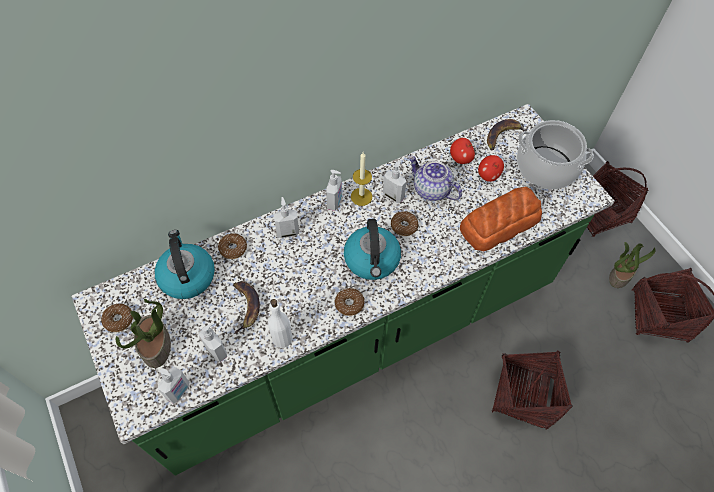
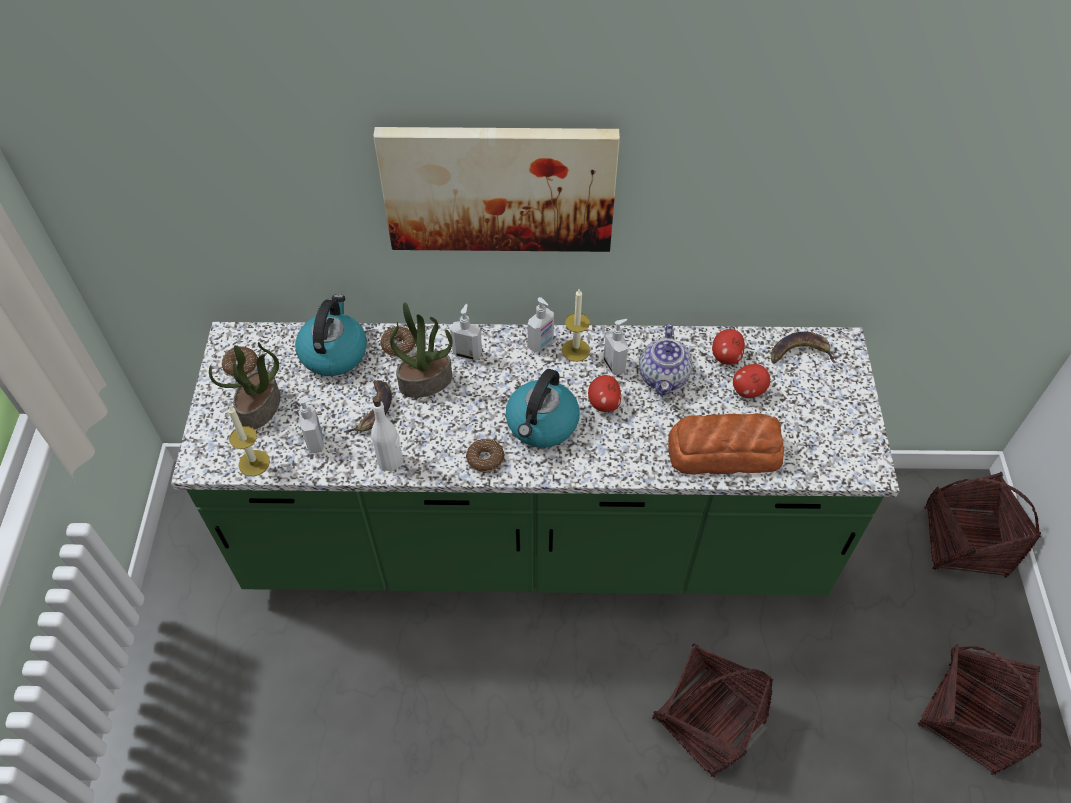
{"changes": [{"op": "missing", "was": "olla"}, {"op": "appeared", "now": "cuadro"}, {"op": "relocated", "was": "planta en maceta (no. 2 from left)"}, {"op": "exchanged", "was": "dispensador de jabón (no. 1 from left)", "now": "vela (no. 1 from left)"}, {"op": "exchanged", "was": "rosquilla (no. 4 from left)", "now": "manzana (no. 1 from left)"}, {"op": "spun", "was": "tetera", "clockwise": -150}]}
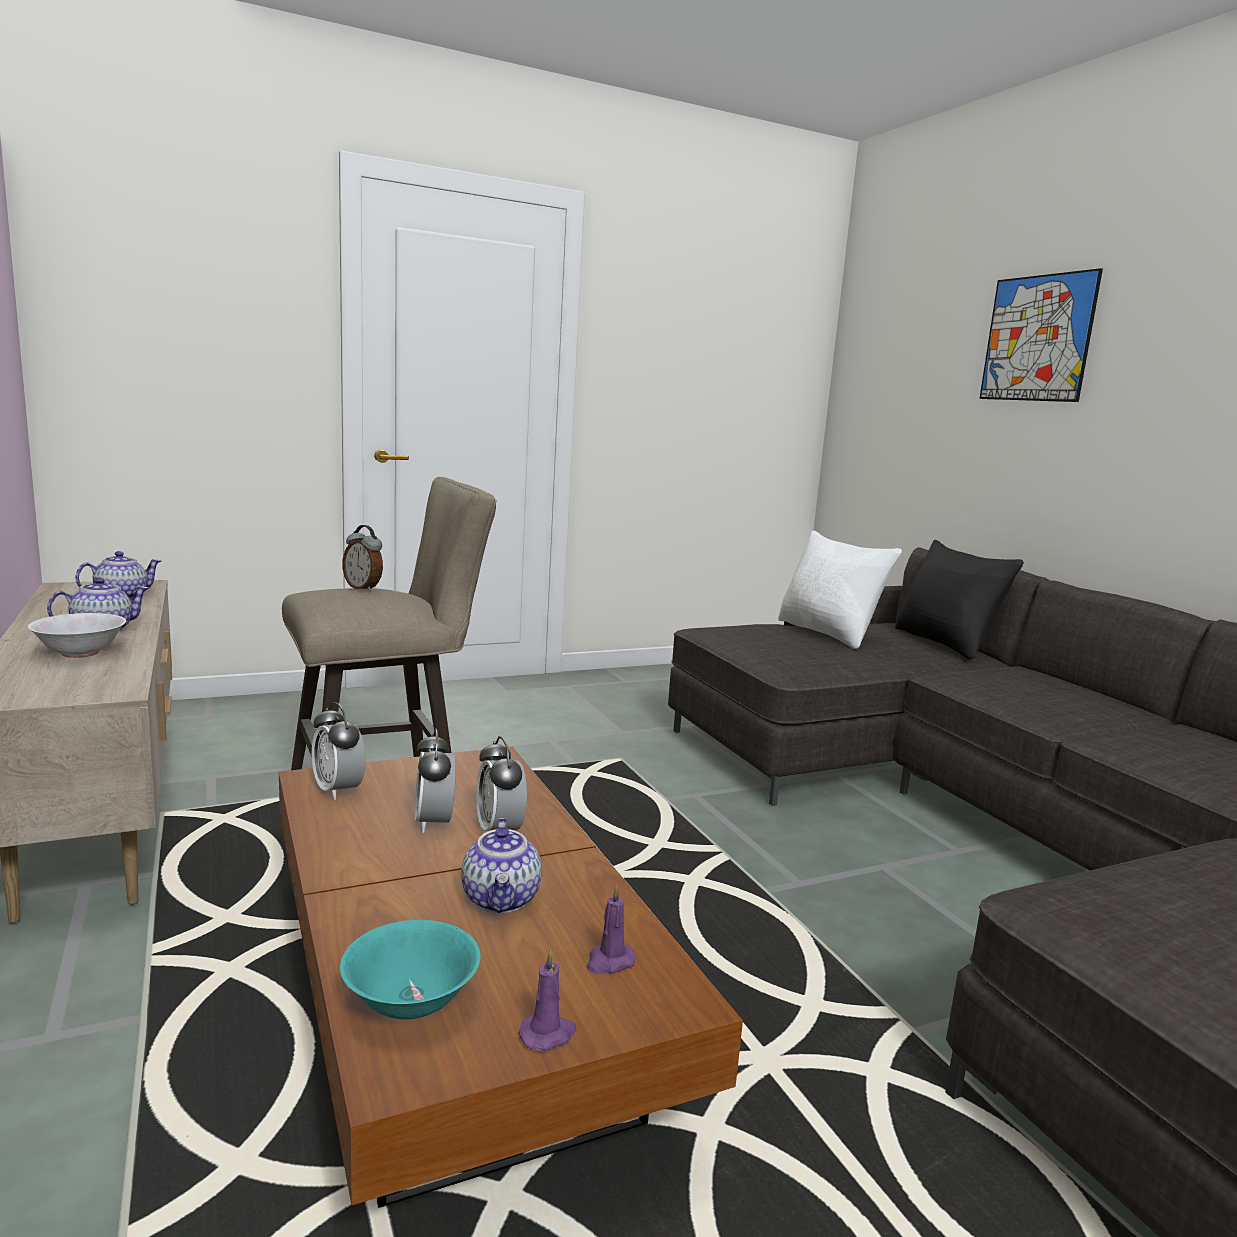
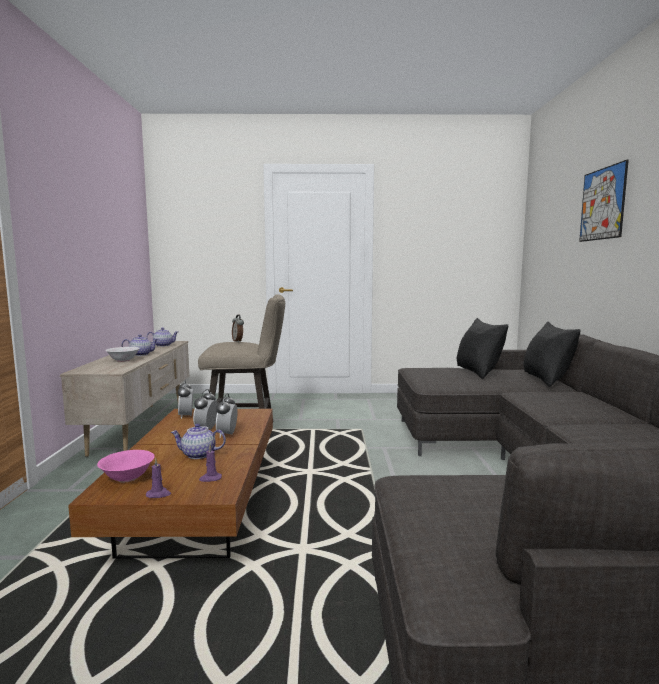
{"changes": [{"op": "colour", "was": "cuenco [turquesa]", "now": "cuenco [rosa]"}, {"op": "colour", "was": "cojín [blanco]", "now": "cojín [negro] (no. 1 from left)"}, {"op": "spun", "was": "tetera (no. 3 from left)", "clockwise": 75}]}
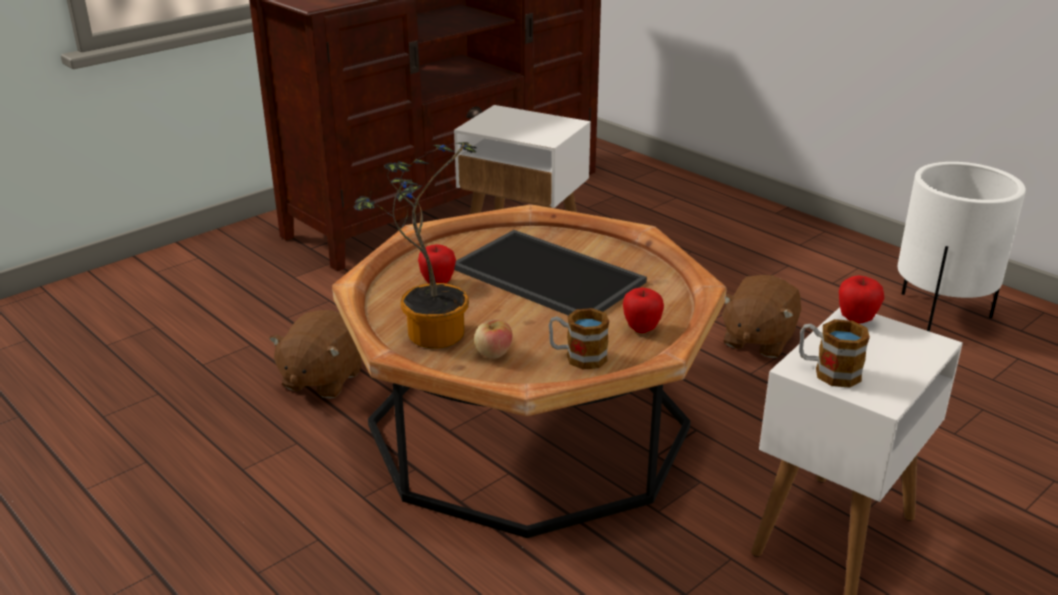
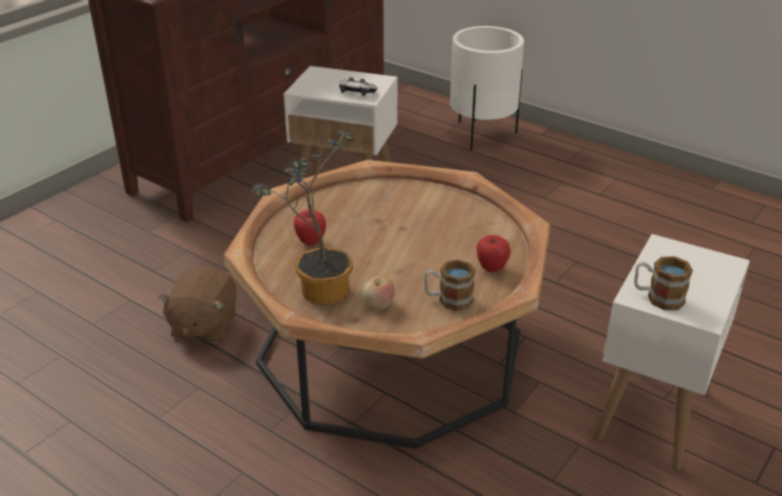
{"changes": [{"op": "missing", "was": "bandeja"}, {"op": "missing", "was": "peluche [marrón] (no. 2 from left)"}, {"op": "missing", "was": "manzana (no. 4 from left)"}, {"op": "appeared", "now": "mando de consola"}, {"op": "relocated", "was": "maceta [blanco]"}]}
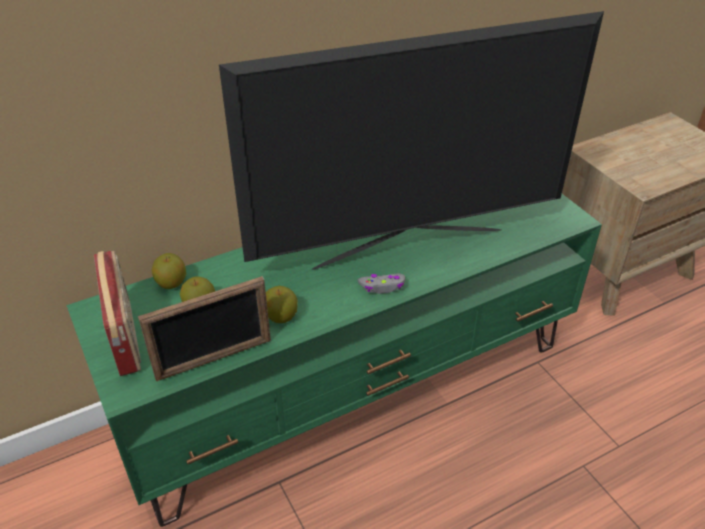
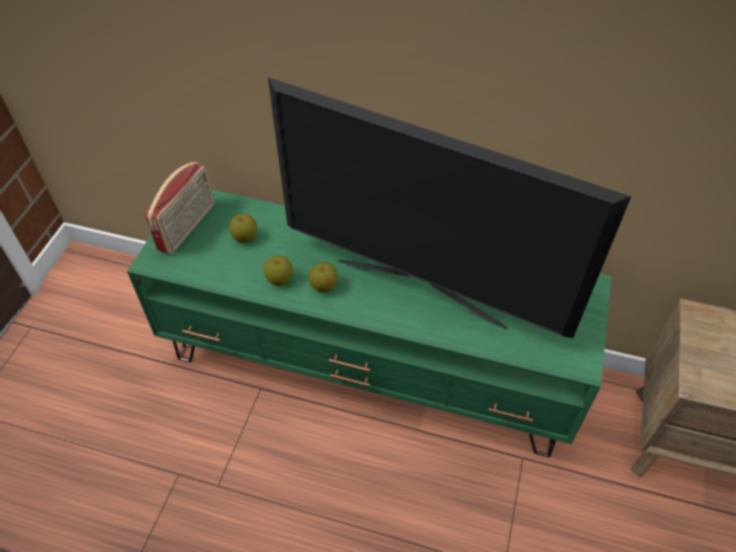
{"changes": [{"op": "missing", "was": "portarretratos"}, {"op": "missing", "was": "mando de consola [gris]"}, {"op": "relocated", "was": "manzana (no. 1 from left in the first image)", "now": "manzana (no. 3 from left)"}]}
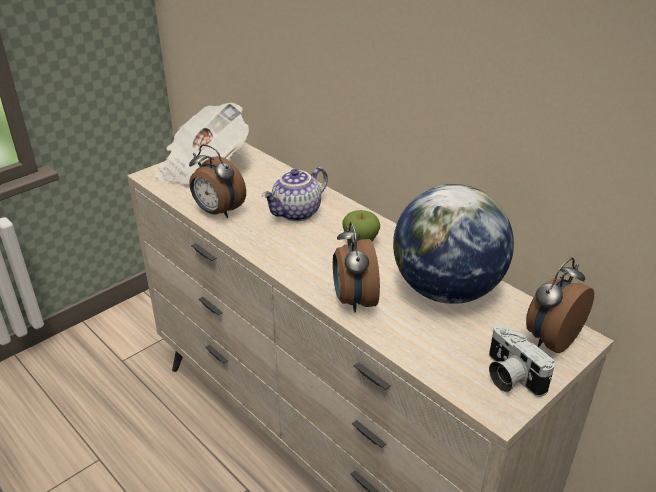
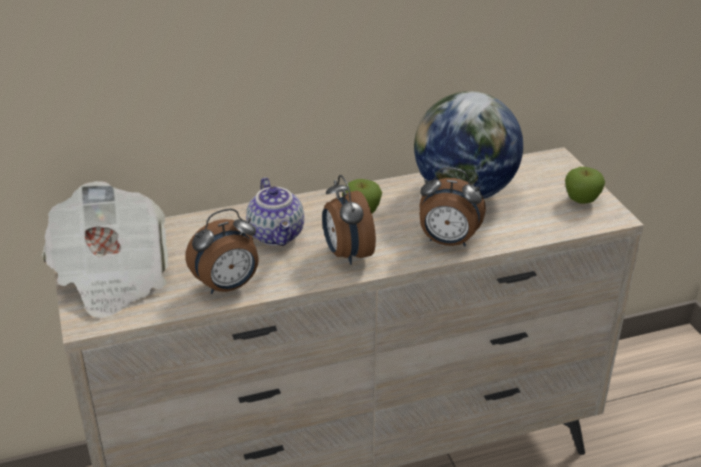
{"changes": [{"op": "relocated", "was": "despertador (no. 3 from left in the first image)", "now": "despertador (no. 2 from left)"}, {"op": "exchanged", "was": "cámara", "now": "manzana (no. 2 from left)"}]}
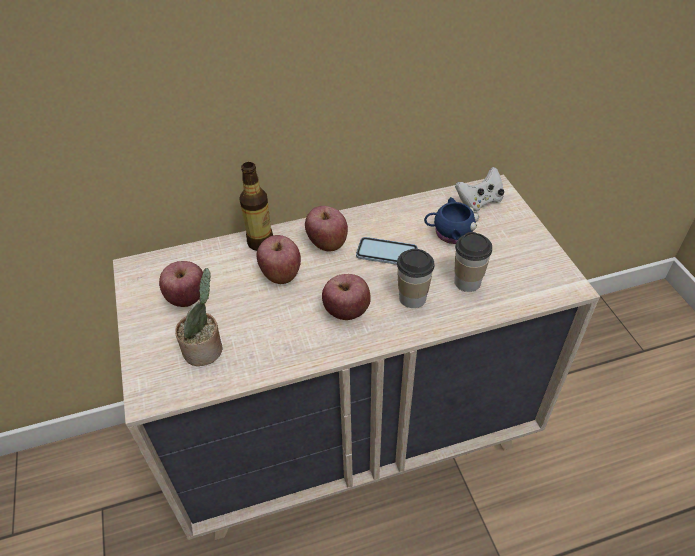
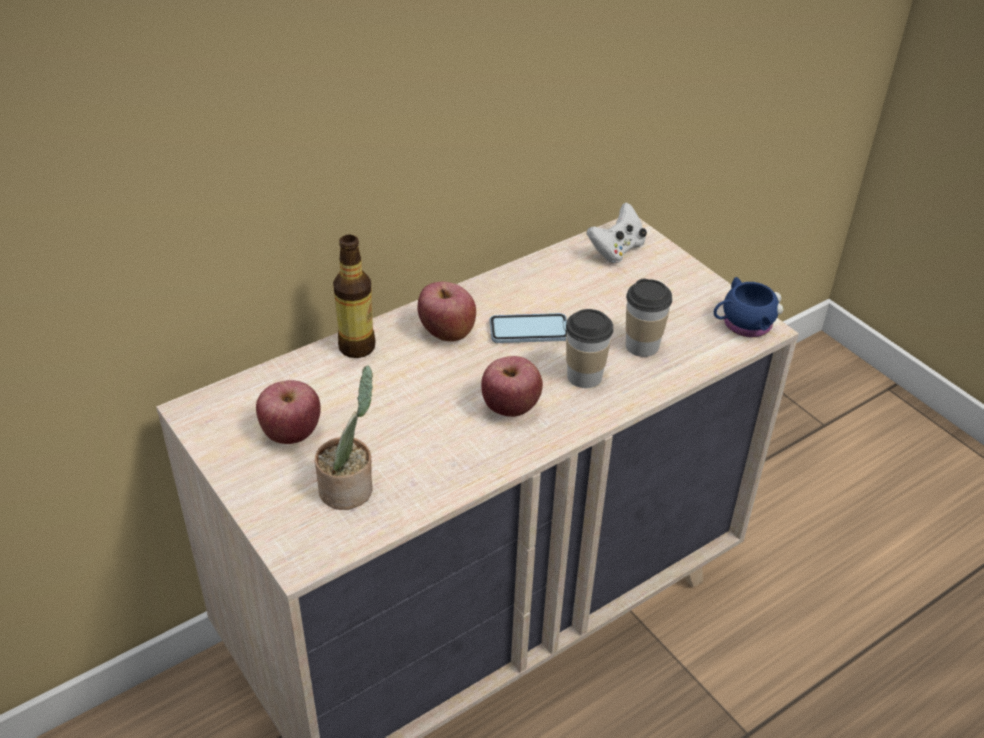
{"changes": [{"op": "missing", "was": "manzana (no. 2 from left)"}, {"op": "relocated", "was": "taza grande [azul]"}]}
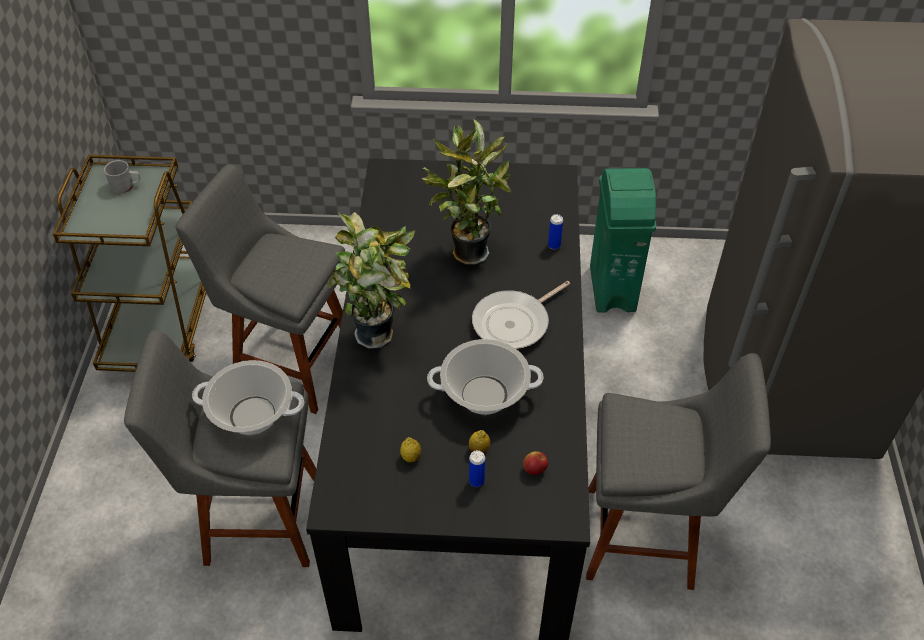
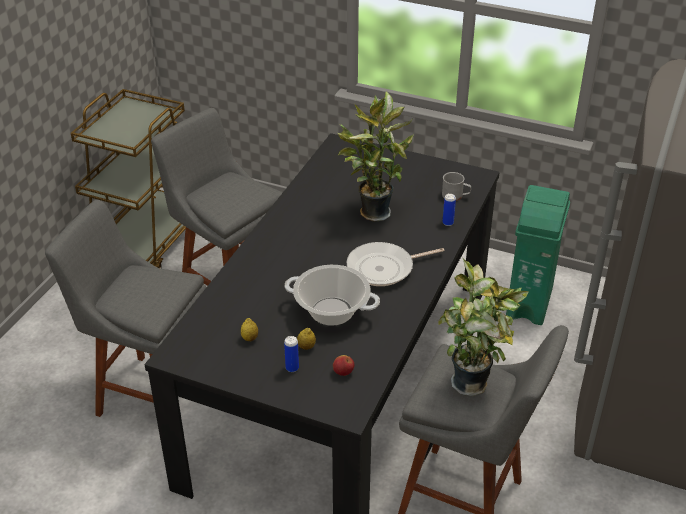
{"changes": [{"op": "missing", "was": "olla (no. 1 from left)"}, {"op": "relocated", "was": "taza grande [gris]"}, {"op": "relocated", "was": "planta en maceta (no. 1 from left in the first image)", "now": "planta en maceta (no. 2 from left)"}]}
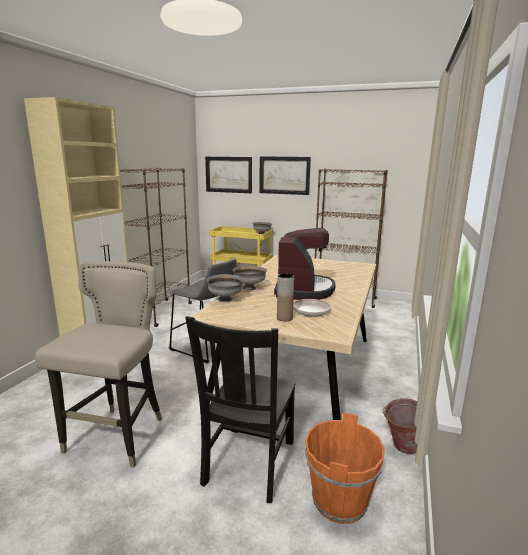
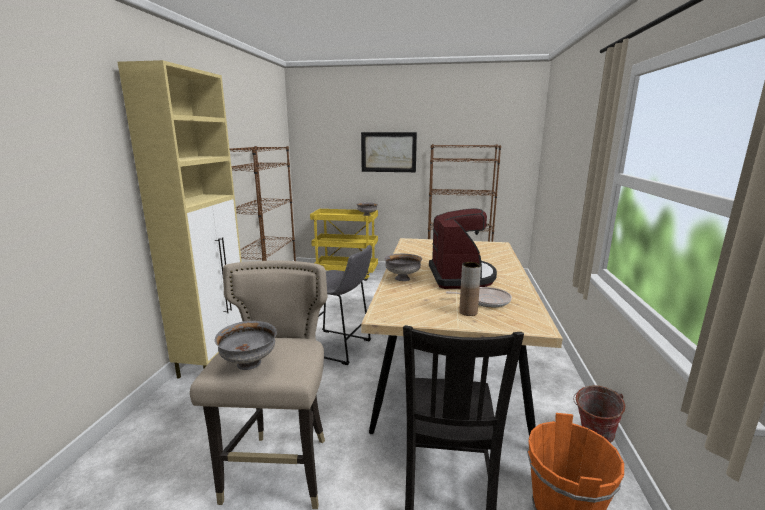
{"changes": [{"op": "missing", "was": "cuadro (no. 1 from left)"}, {"op": "relocated", "was": "cuenco [gris] (no. 1 from left)"}]}
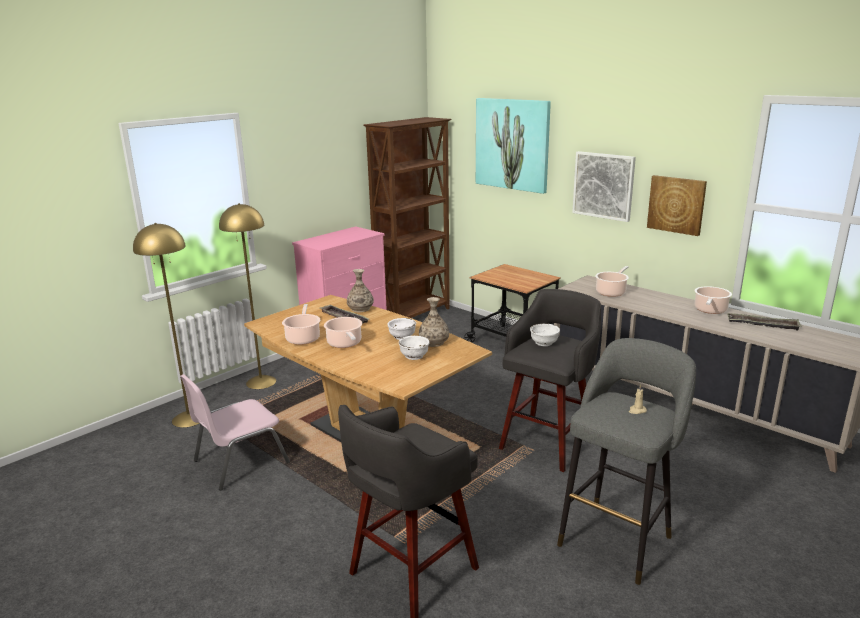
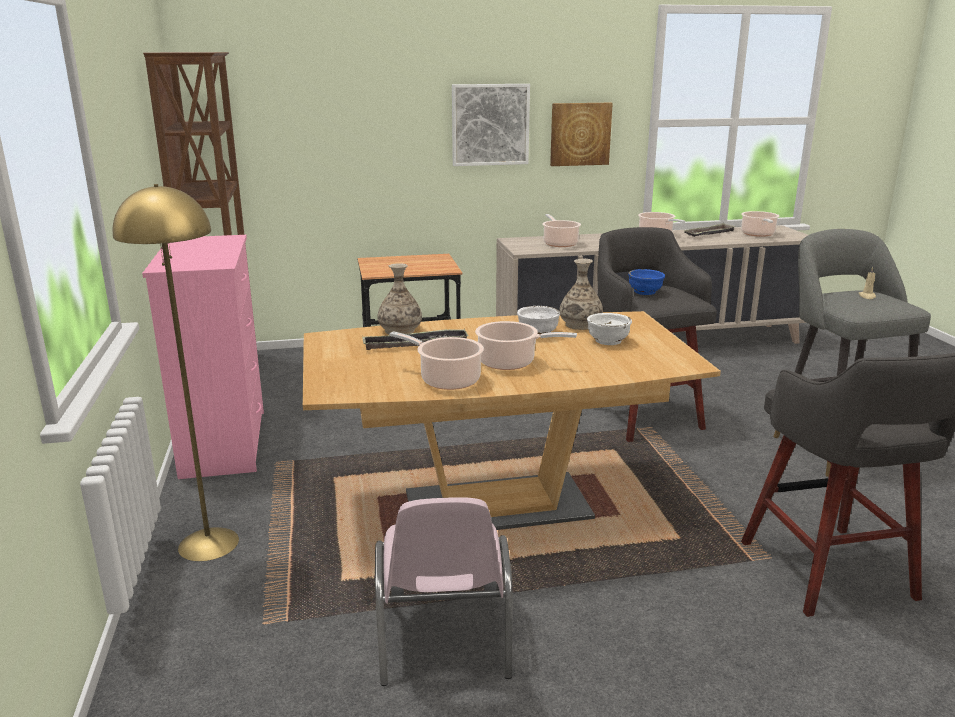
{"changes": [{"op": "missing", "was": "lámpara de pie [amarillo] (no. 1 from left)"}, {"op": "missing", "was": "cuadro (no. 1 from left)"}, {"op": "appeared", "now": "olla (no. 5 from left)"}, {"op": "colour", "was": "cuenco [blanco] (no. 3 from left)", "now": "cuenco [azul]"}]}
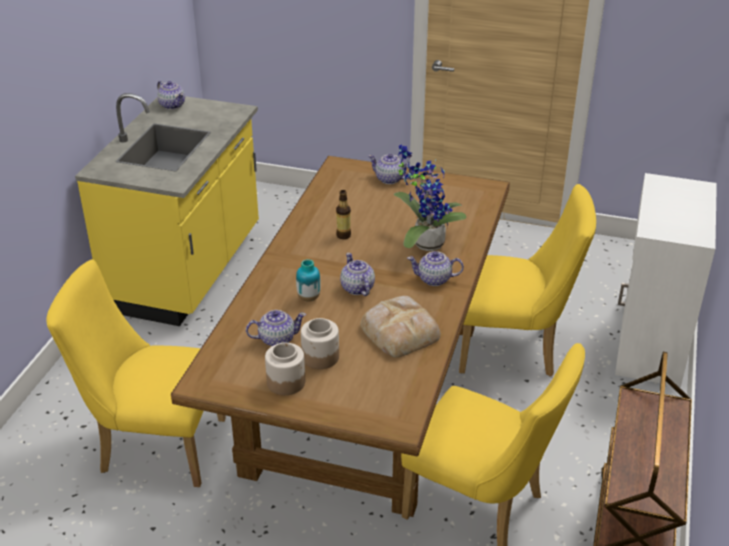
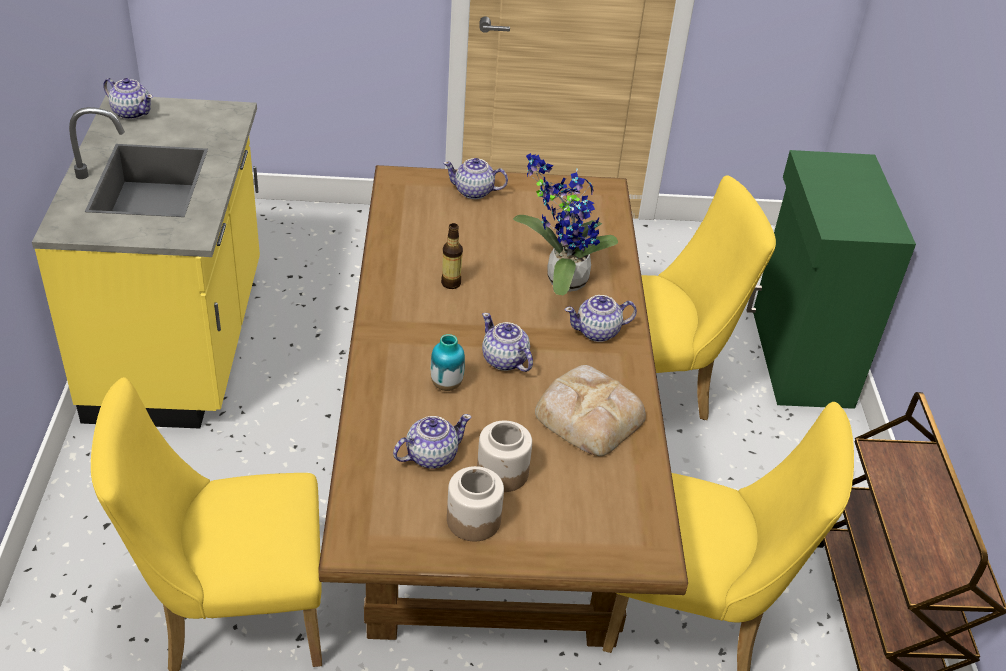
{"changes": [{"op": "colour", "was": "armario [blanco]", "now": "armario [verde]"}]}
